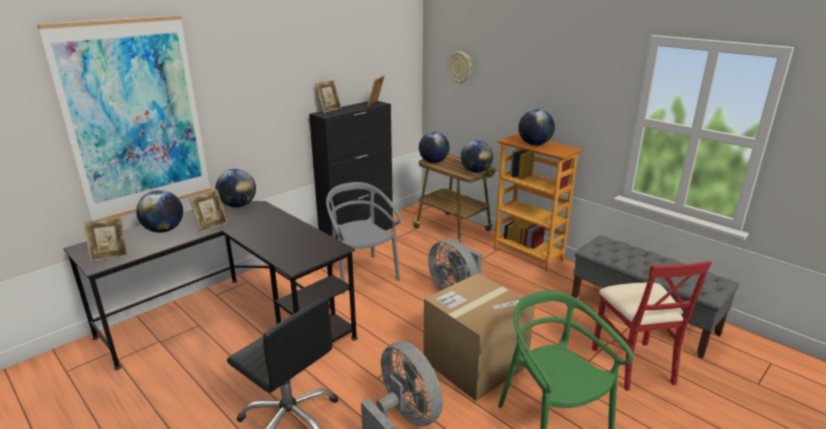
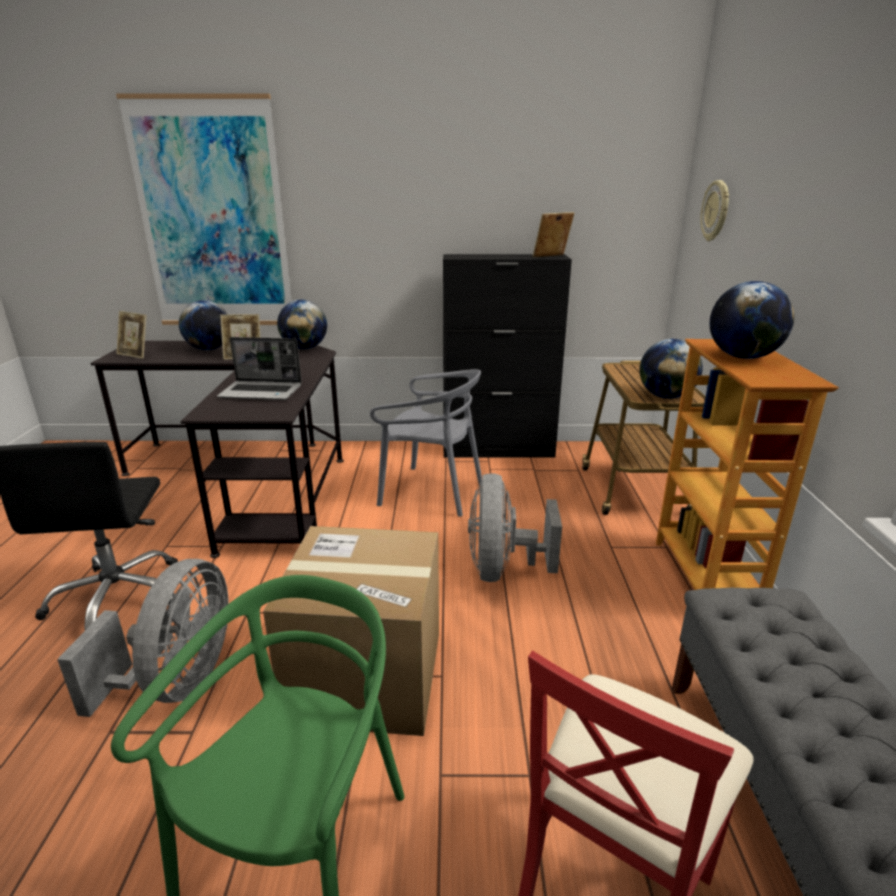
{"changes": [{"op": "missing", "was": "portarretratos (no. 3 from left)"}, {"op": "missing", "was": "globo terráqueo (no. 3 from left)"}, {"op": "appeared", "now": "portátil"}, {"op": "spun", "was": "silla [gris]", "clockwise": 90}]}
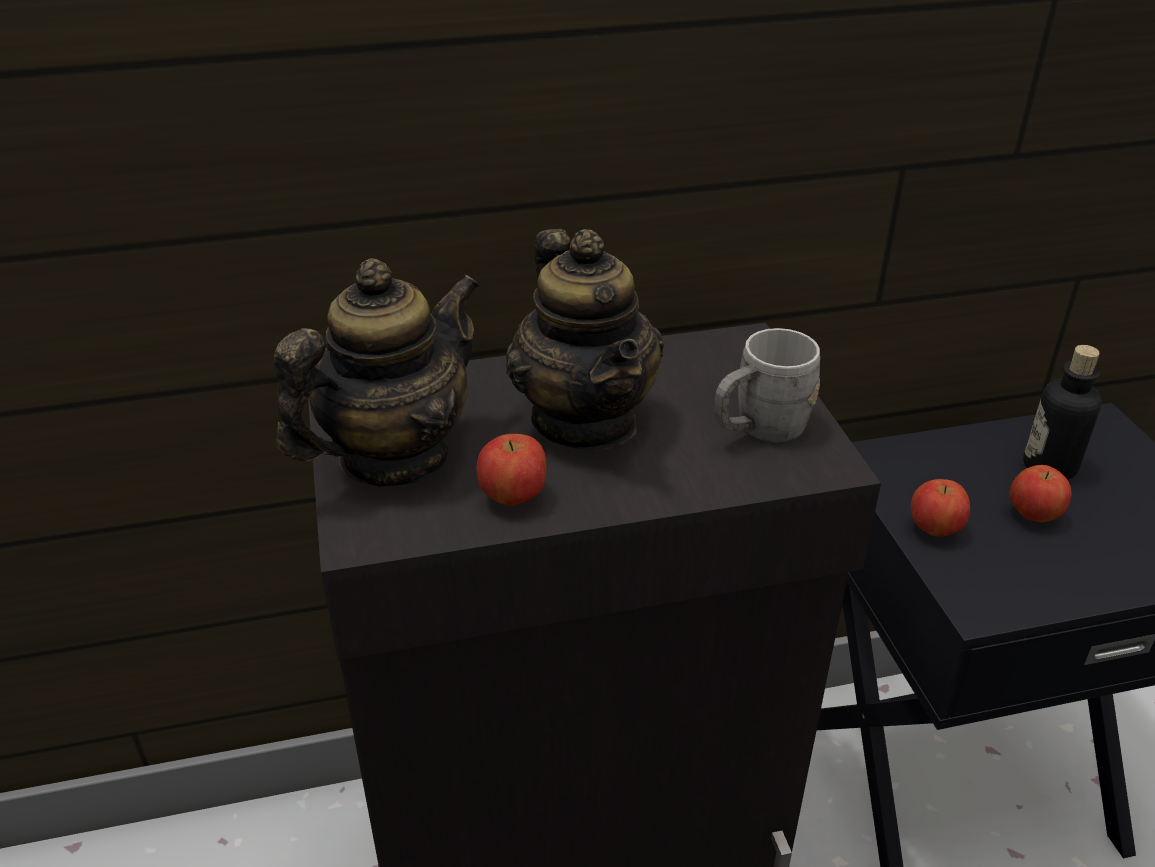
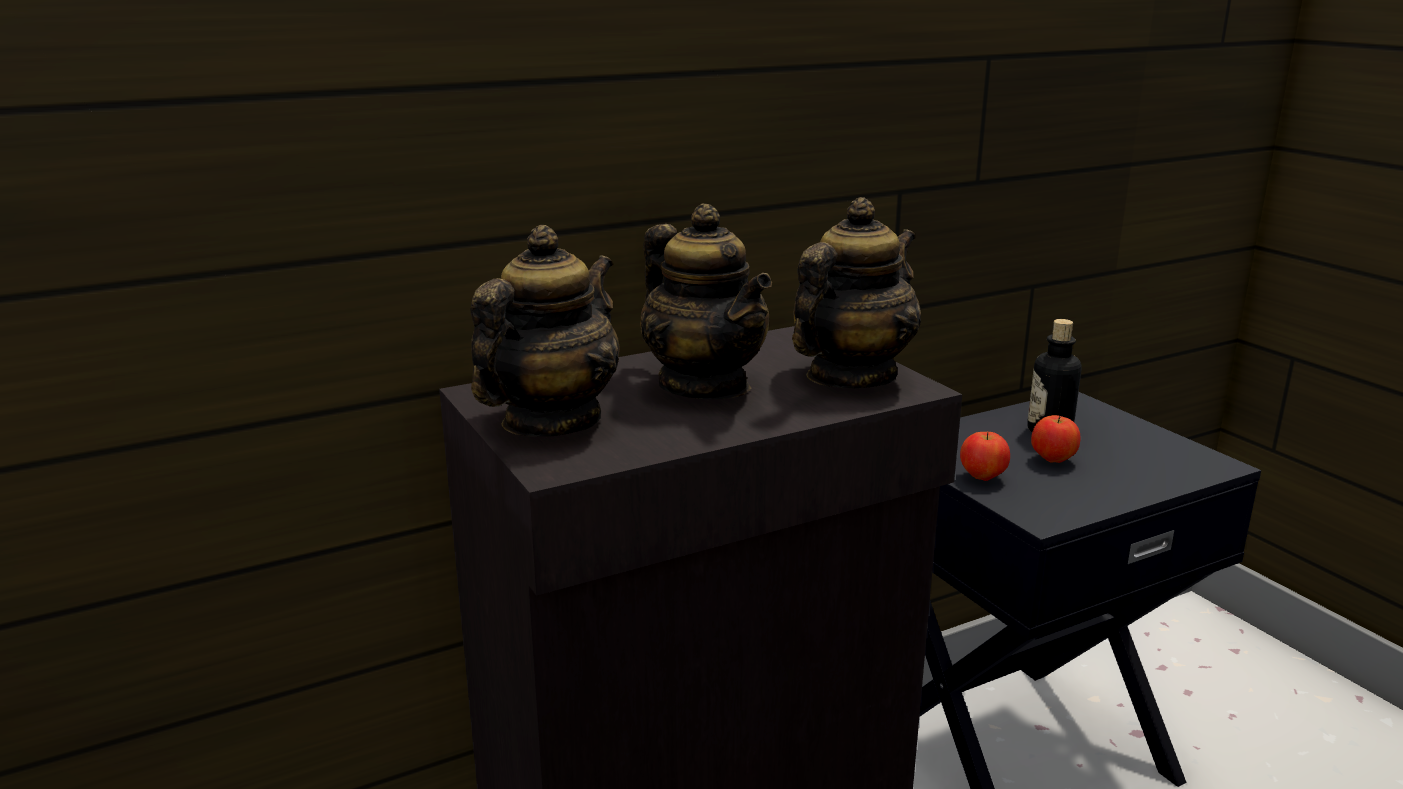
{"changes": [{"op": "missing", "was": "manzana (no. 1 from left)"}, {"op": "exchanged", "was": "taza grande [gris]", "now": "tetera (no. 3 from left)"}]}
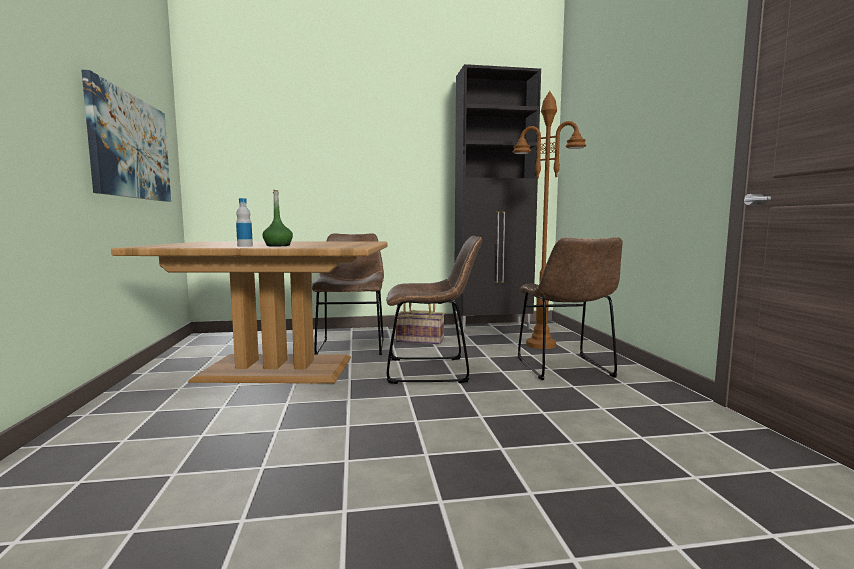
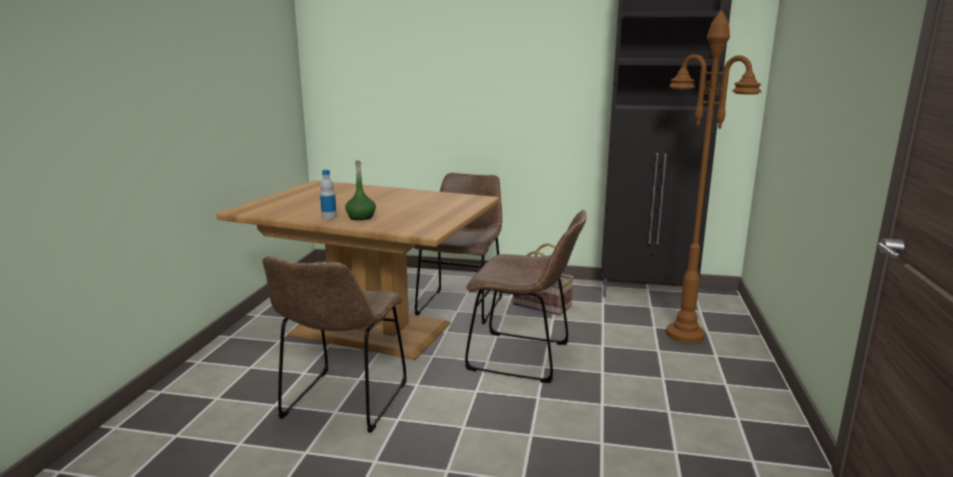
{"changes": [{"op": "missing", "was": "cuadro"}, {"op": "relocated", "was": "silla [marrón] (no. 3 from left in the first image)", "now": "silla [marrón] (no. 1 from left)"}]}
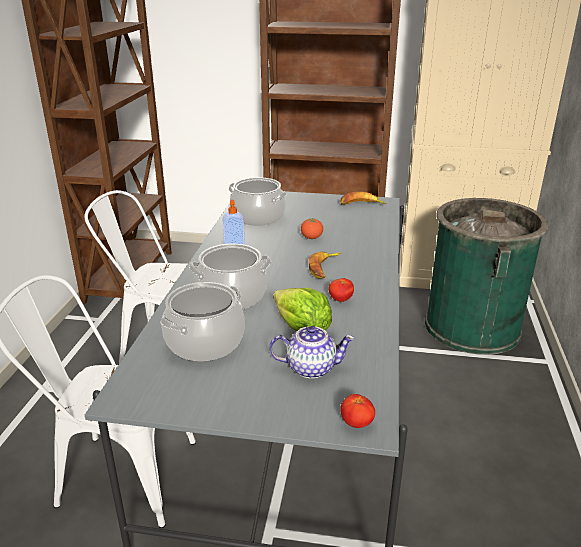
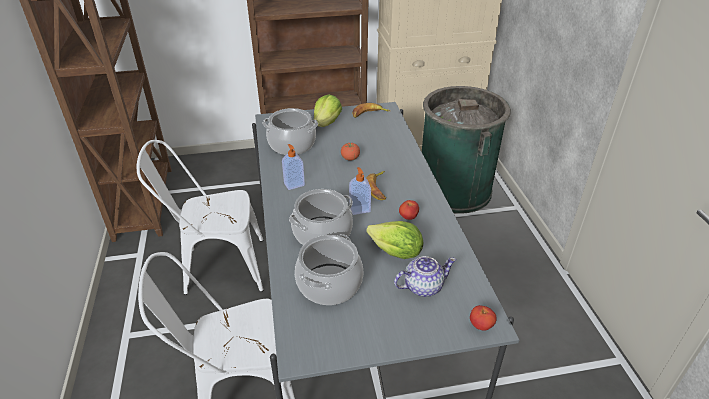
{"changes": [{"op": "appeared", "now": "lechuga (no. 1 from left)"}, {"op": "appeared", "now": "dispensador de jabón (no. 2 from left)"}]}
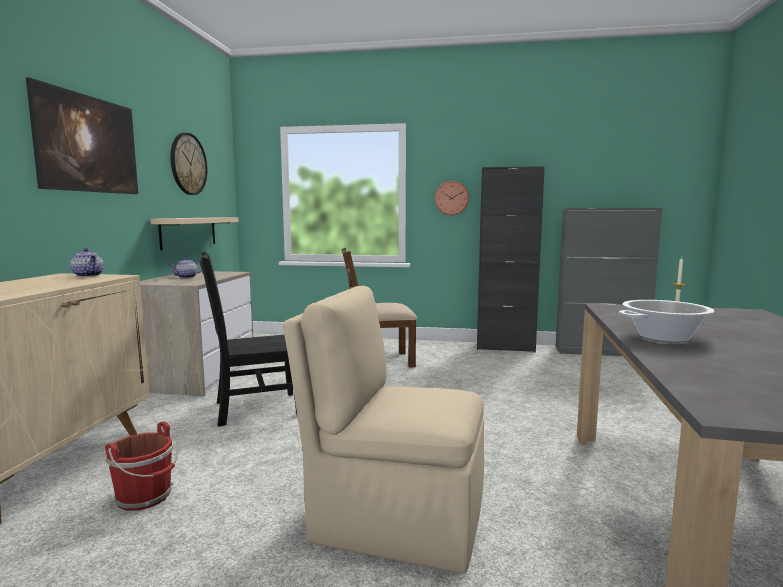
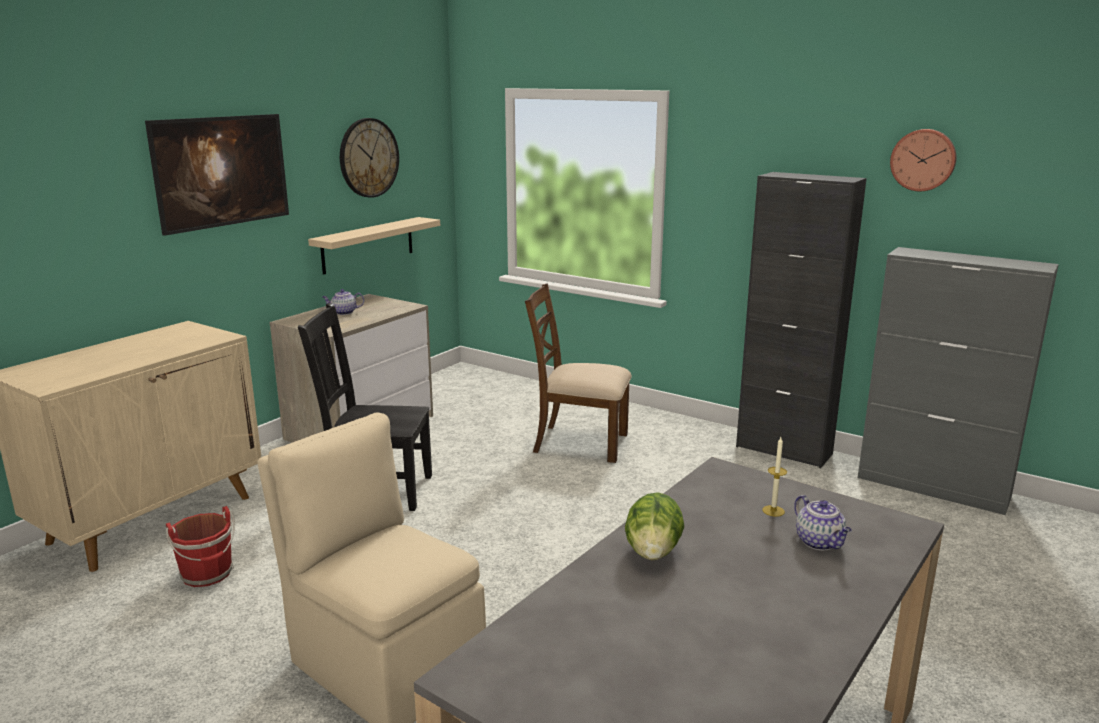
{"changes": [{"op": "relocated", "was": "tetera (no. 1 from left in the first image)", "now": "tetera (no. 2 from left)"}, {"op": "relocated", "was": "reloj de pared (no. 2 from left)"}, {"op": "exchanged", "was": "olla", "now": "lechuga"}]}
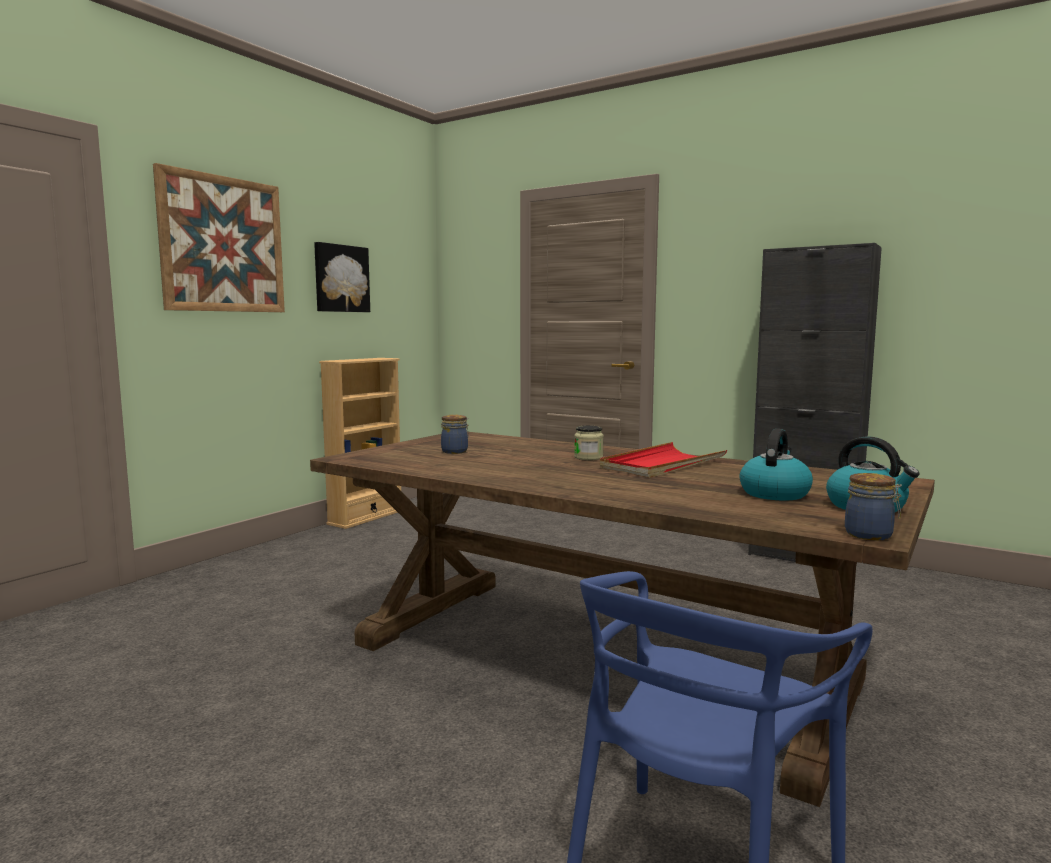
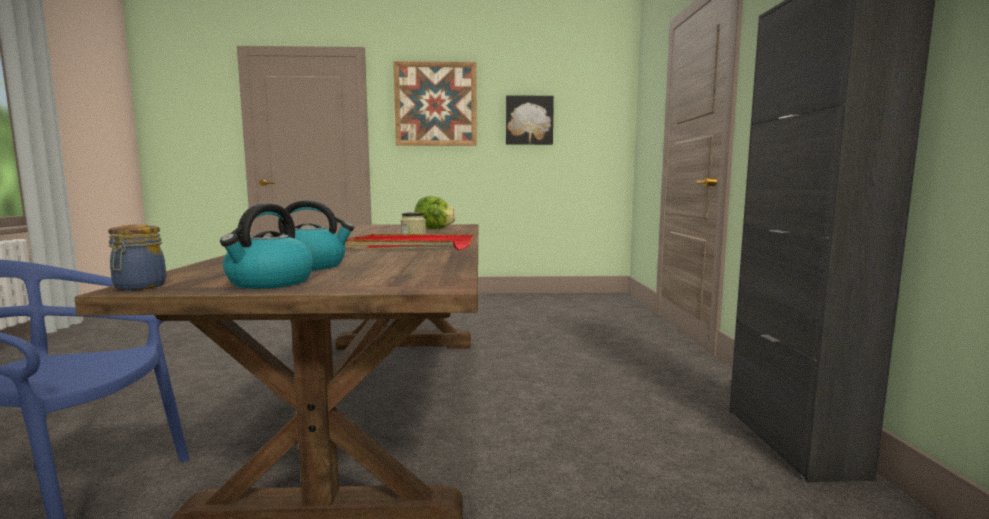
{"changes": [{"op": "missing", "was": "estantería [beis]"}, {"op": "missing", "was": "tarro (no. 1 from left)"}, {"op": "appeared", "now": "lechuga"}]}
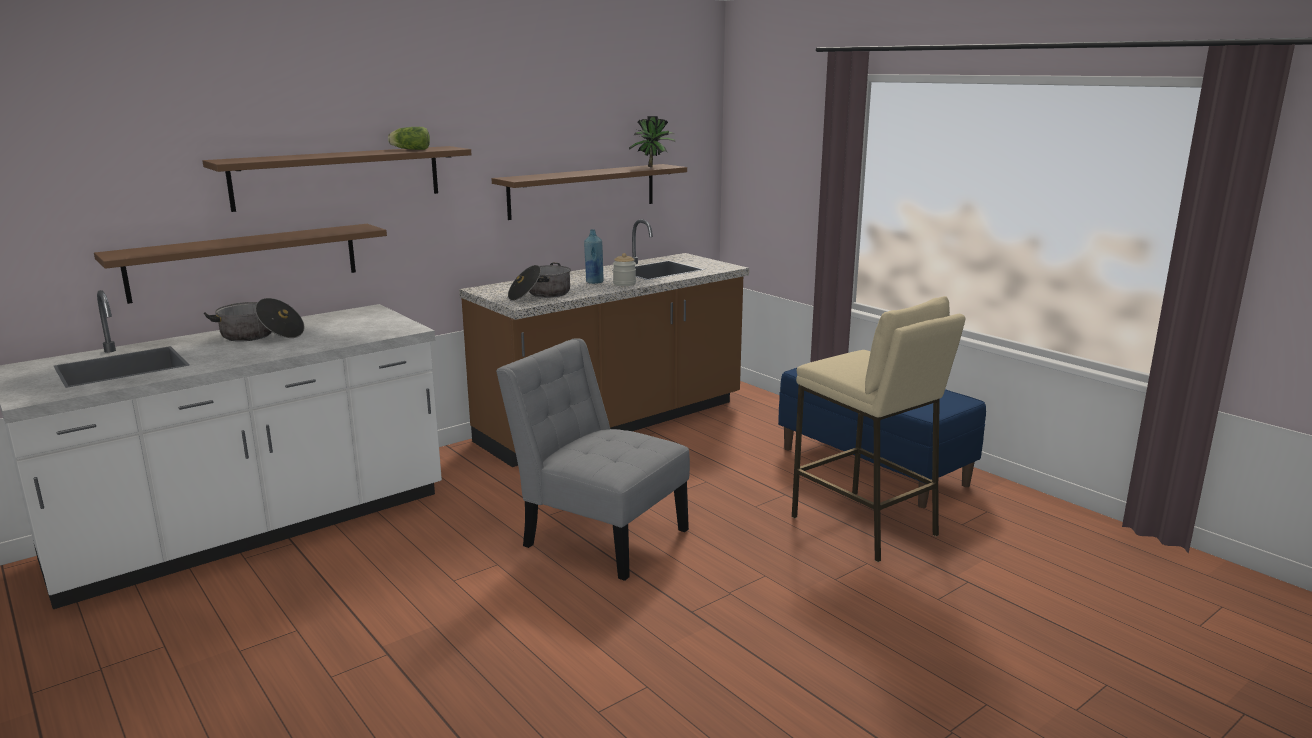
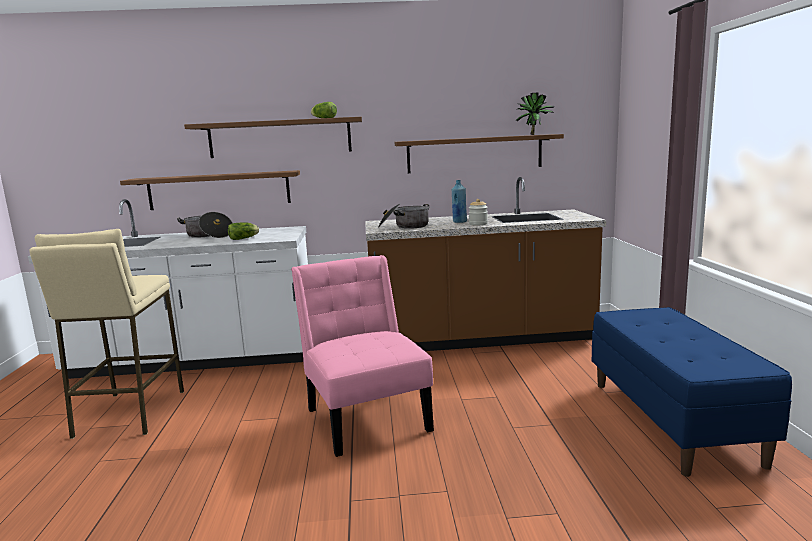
{"changes": [{"op": "appeared", "now": "lechuga (no. 1 from left)"}, {"op": "relocated", "was": "taburete [beis]"}, {"op": "colour", "was": "silla [gris]", "now": "silla [rosa]"}]}
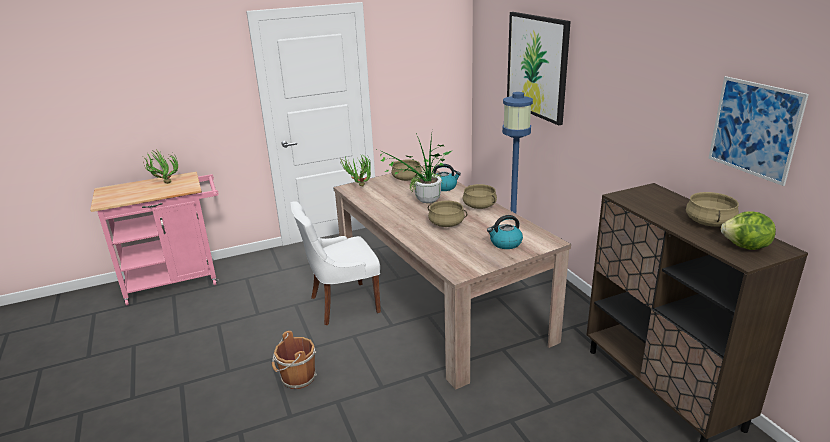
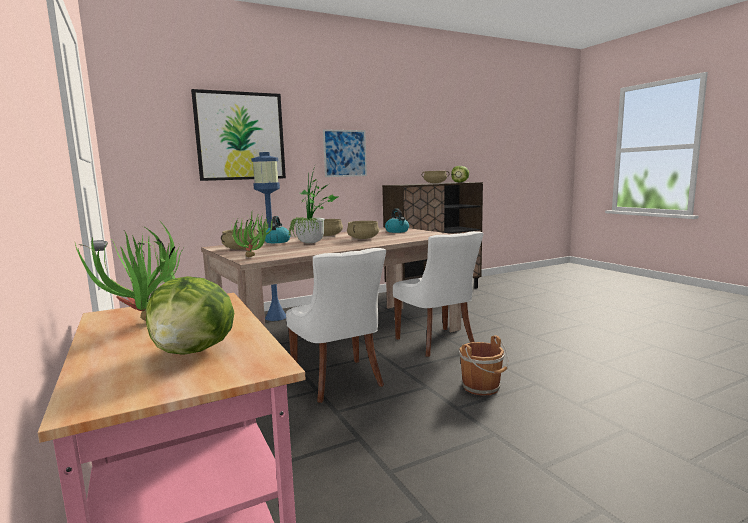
{"changes": [{"op": "appeared", "now": "lechuga (no. 1 from left)"}, {"op": "appeared", "now": "silla [blanco] (no. 2 from left)"}, {"op": "relocated", "was": "cuadro (no. 2 from left)"}]}
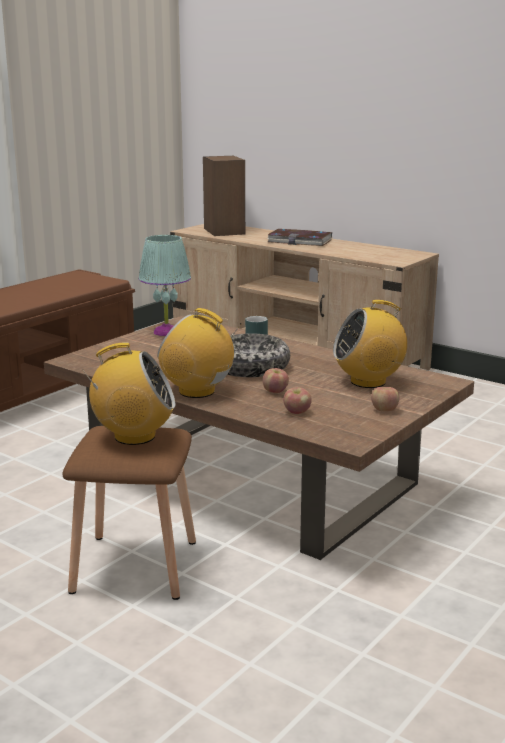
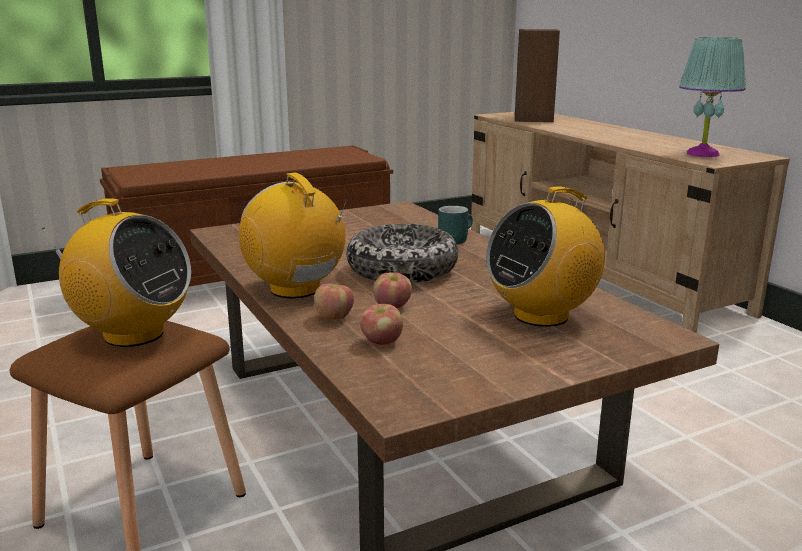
{"changes": [{"op": "missing", "was": "libro"}, {"op": "relocated", "was": "lámpara de mesa [turquesa]"}, {"op": "relocated", "was": "manzana (no. 3 from left in the first image)", "now": "manzana (no. 1 from left)"}, {"op": "spun", "was": "radio (no. 3 from left)", "clockwise": -45}]}
